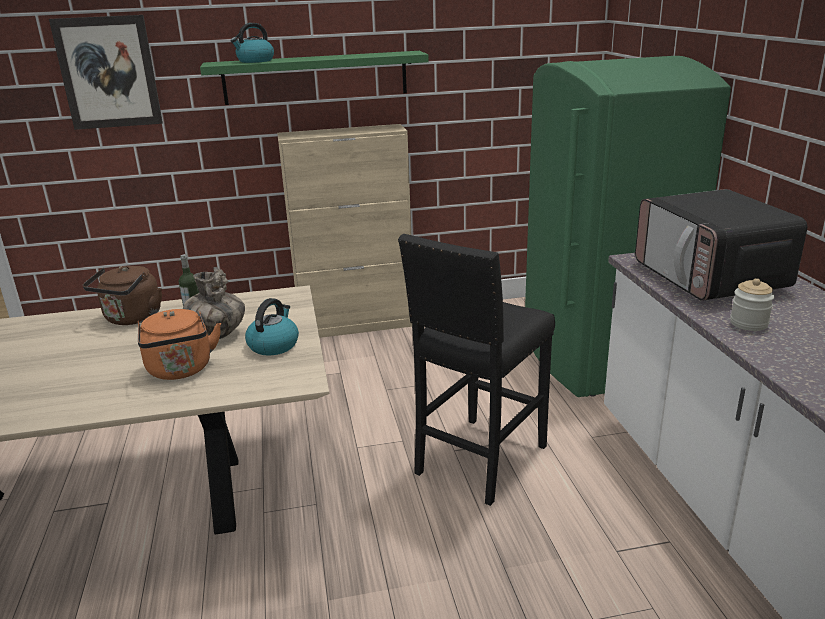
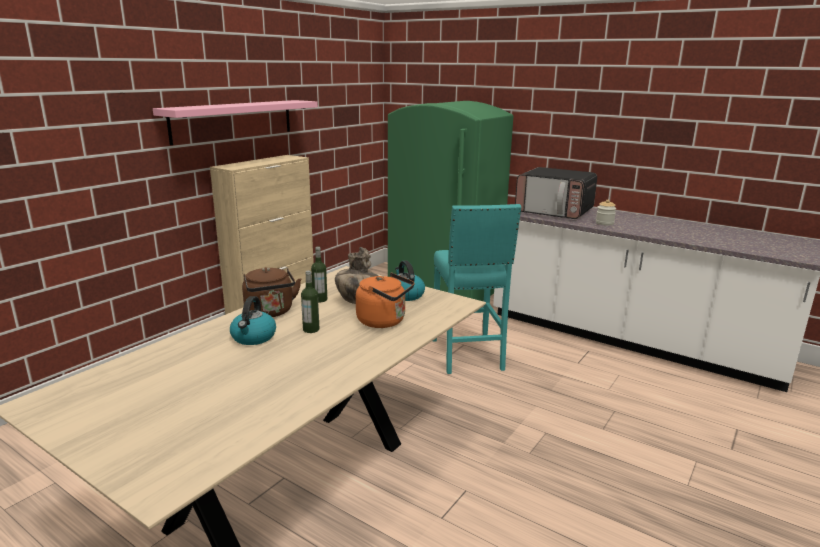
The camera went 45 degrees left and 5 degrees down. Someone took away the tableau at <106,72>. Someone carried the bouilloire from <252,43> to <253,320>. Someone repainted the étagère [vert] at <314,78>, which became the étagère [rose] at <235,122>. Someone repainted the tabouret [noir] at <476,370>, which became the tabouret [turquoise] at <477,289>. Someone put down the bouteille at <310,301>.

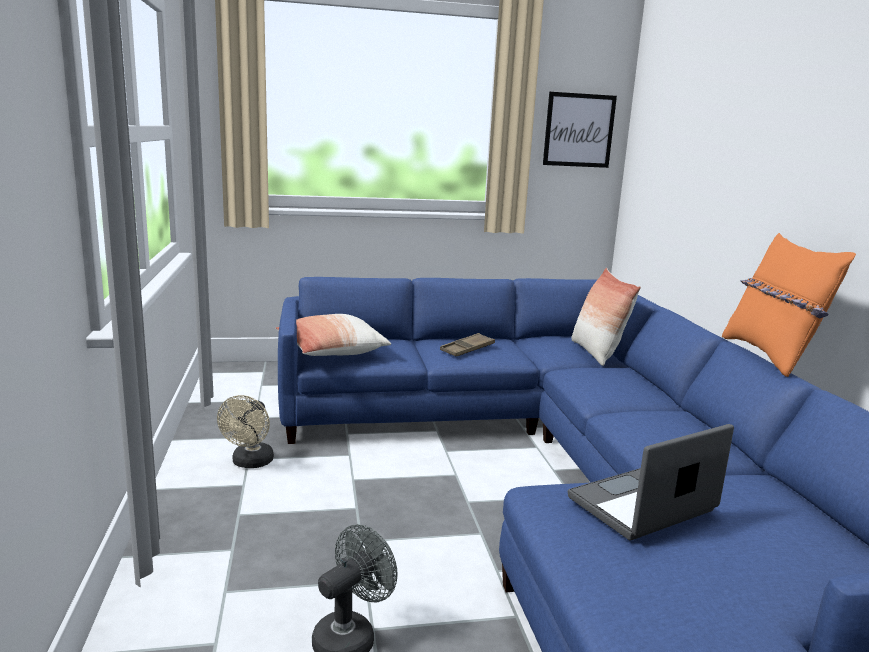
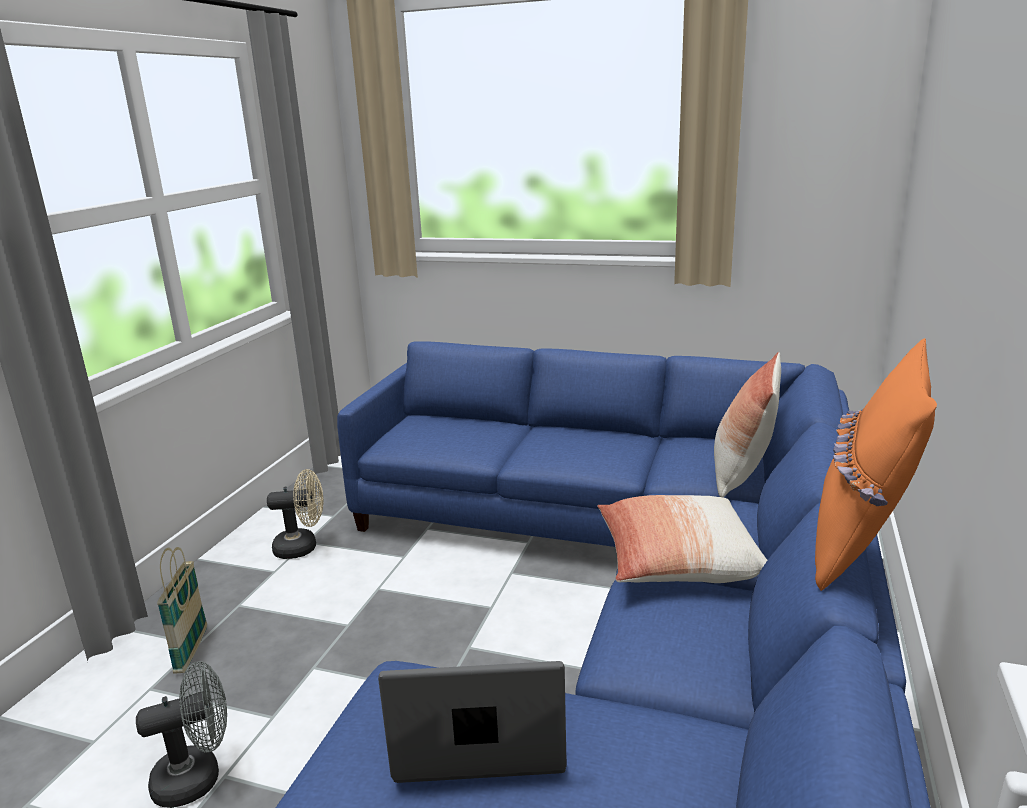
The camera went 30 degrees right and 5 degrees up. Someone took away the tableau at <580,130>. Someone carried the coussin from <333,335> to <682,539>. Someone took away the plateau [marron] at <467,345>. Someone rotated the ventilateur [beige] at <245,431> by 135 degrees counterclockwise. Someone put down the panier at <182,610>.

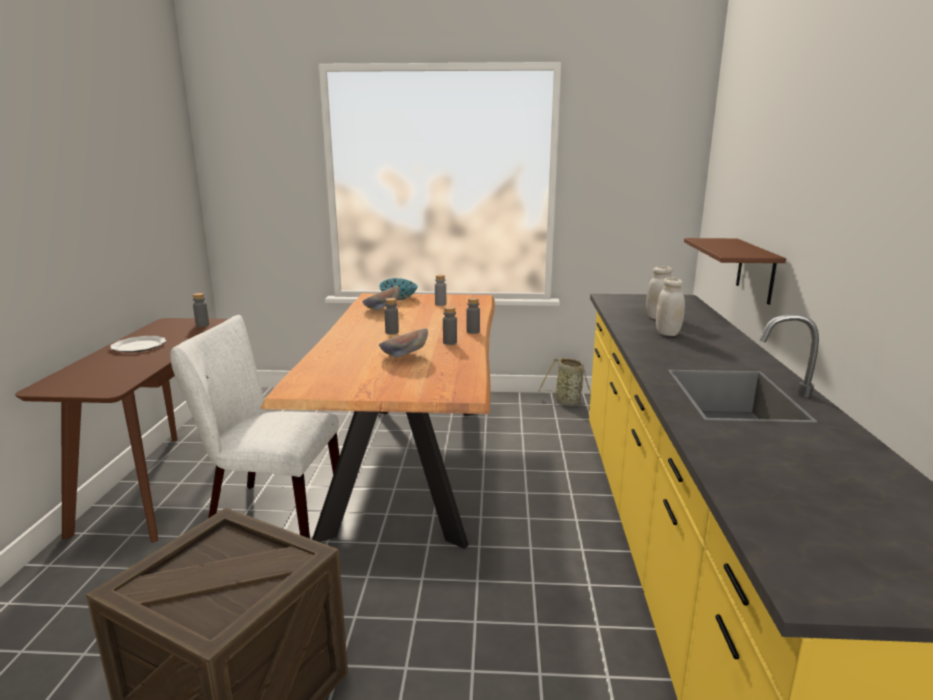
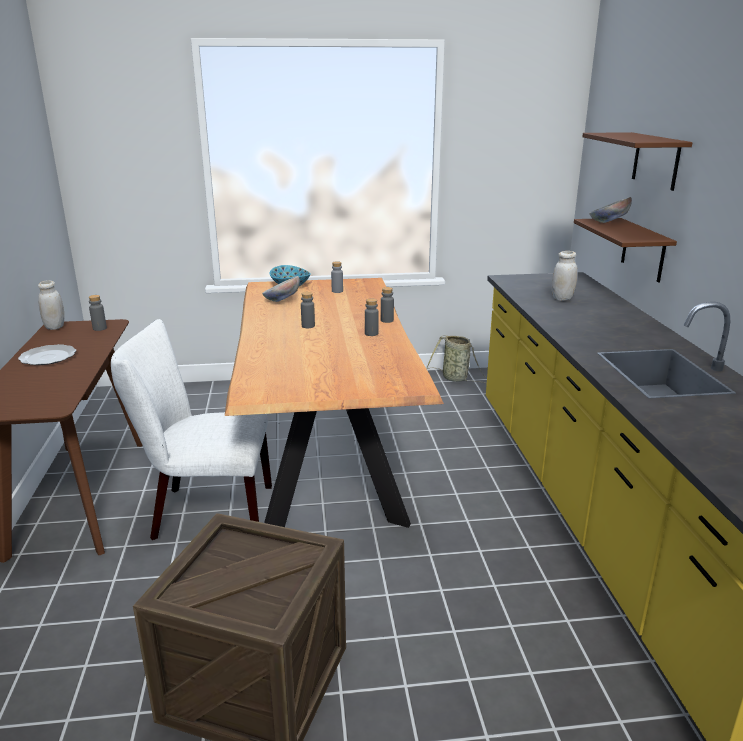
The camera went 10 degrees left and 5 degrees up. Someone carried the bocal [blanc] from <670,306> to <51,305>. Someone carried the bol from <403,342> to <610,210>. Someone put up the étagère [marron] at <637,161>.

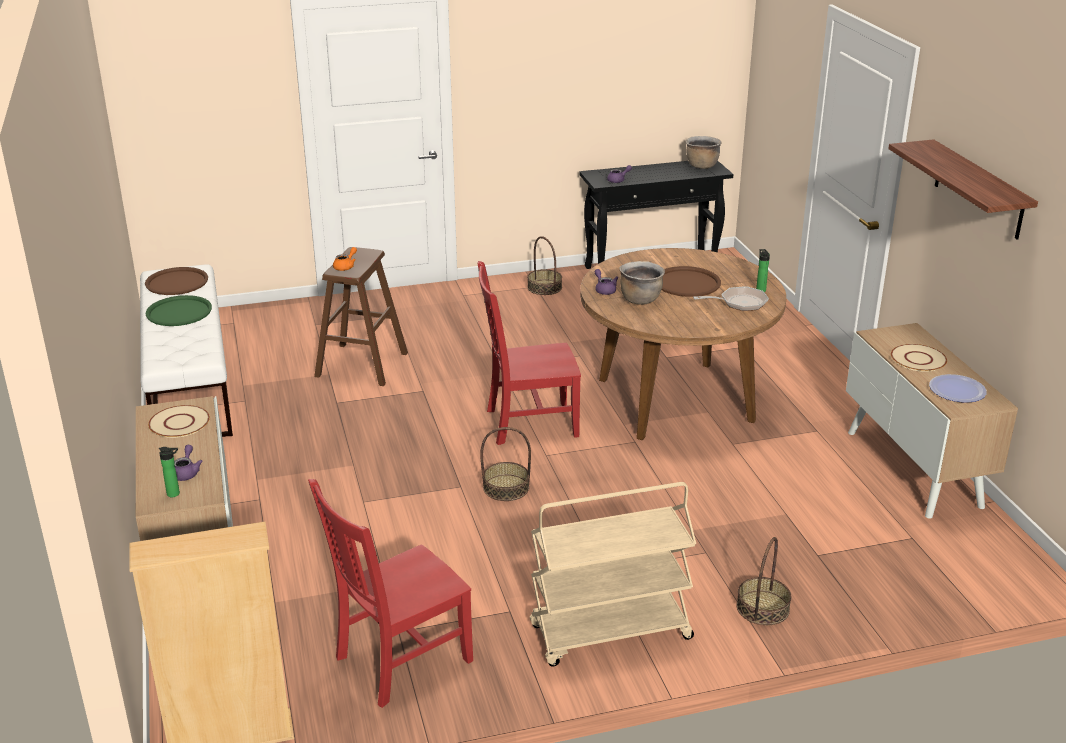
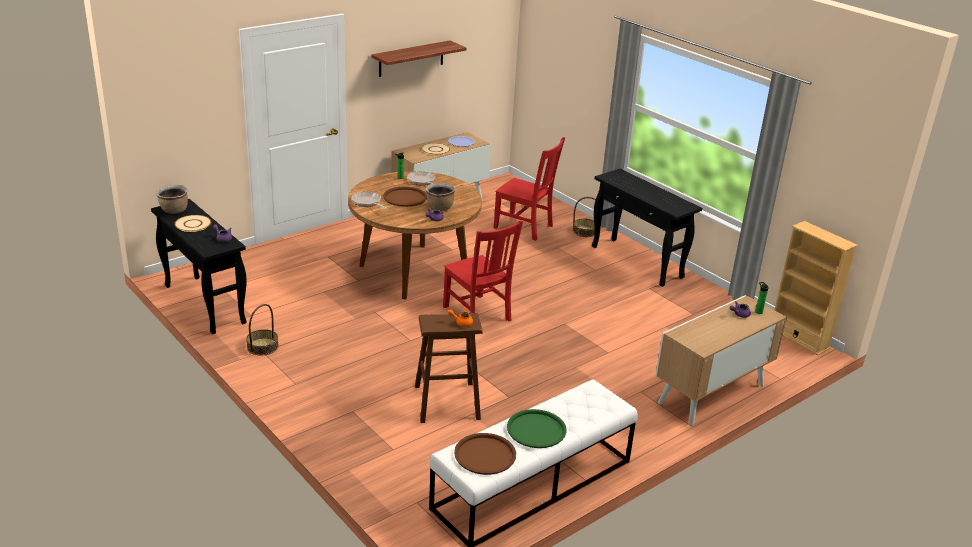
The camera went 115 degrees left and 0 degrees up. Someone carried the assiette [beige] from <179,421> to <192,223>. Someone took away the panier at <505,464>. Someone carried the chaise [rouge] from <390,593> to <529,189>. Someone swapped the chariot [beige] at <613,574> for the table console [noir] at <647,227>. Someone put down the poêle at <369,200>.

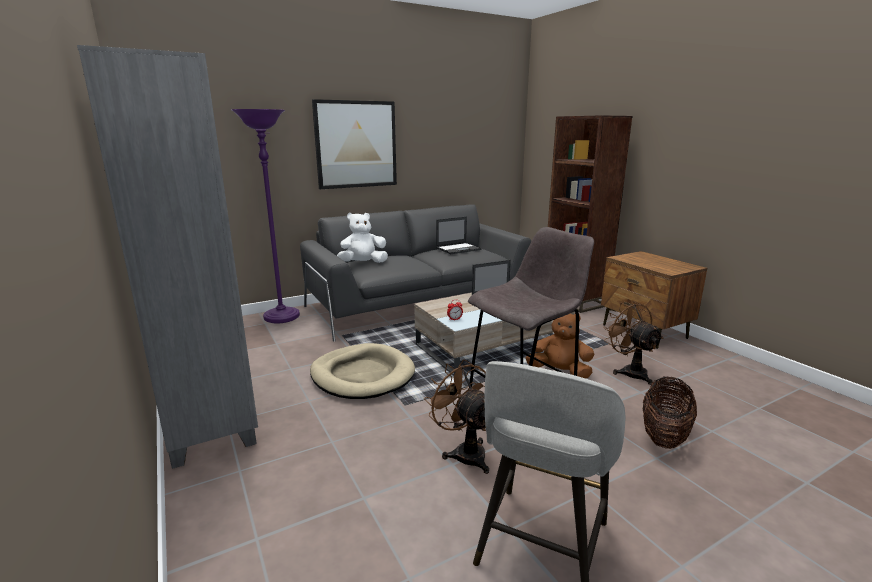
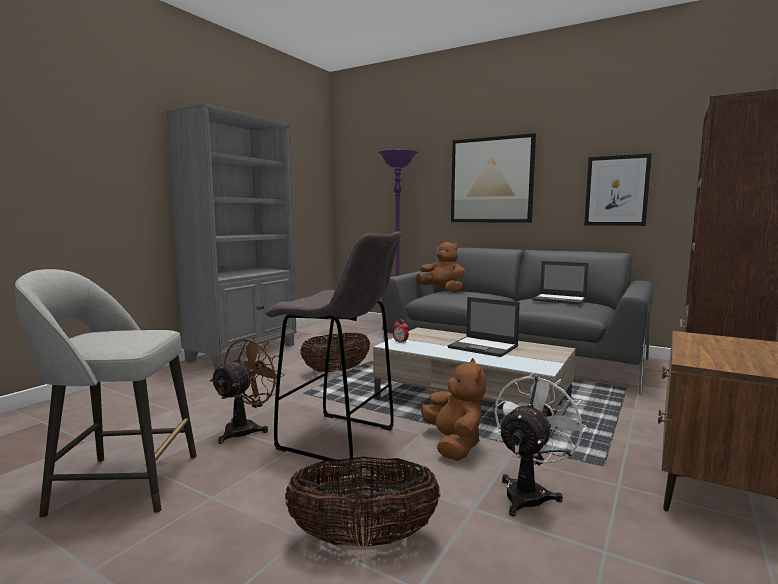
The camera went 60 degrees right and 10 degrees down. Someone repainted the peluche [blanc] at <362,238>, which became the peluche [marron] at <440,267>. Someone repainted the ventilateur [marron] at <633,343>, which became the ventilateur [blanc] at <541,444>. Someone swapped the panier pour chien [beige] at <362,371> for the panier at <335,352>. Someone put up the tableau at <618,190>.

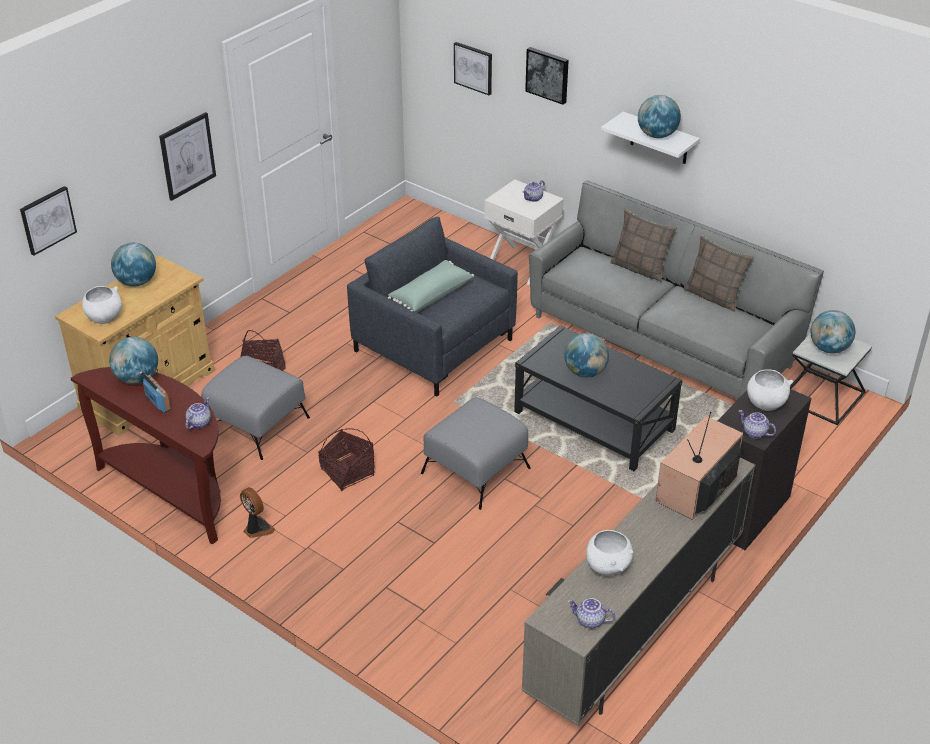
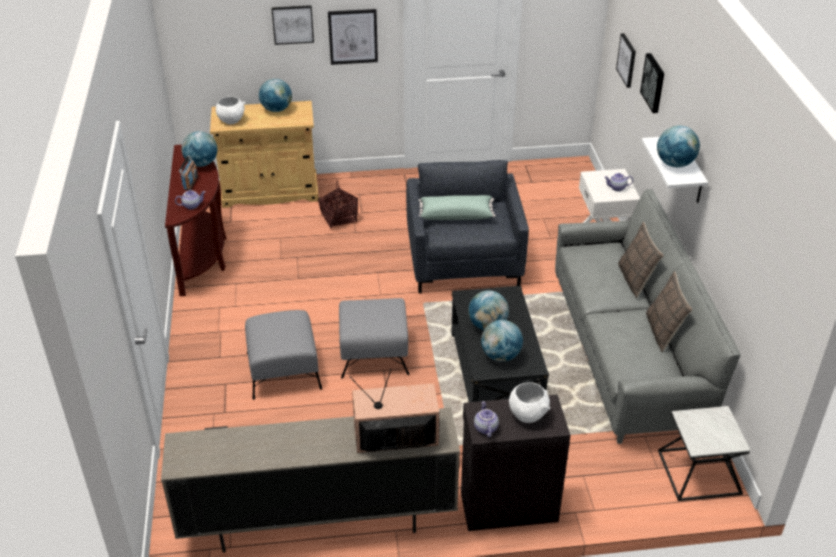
The camera went 45 degrees right and 0 degrees up. Someone carried the tableau from <48,221> to <292,25>. Someone carried the globe from <833,331> to <502,341>. Someone carried the pouf [gris] from <255,408> to <283,355>. Someone took away the panier at <346,459>. Someone took away the ventilateur at <257,512>. Someone took away the bol [blanc] at <609,553>. Someone took away the théière at <591,613>.

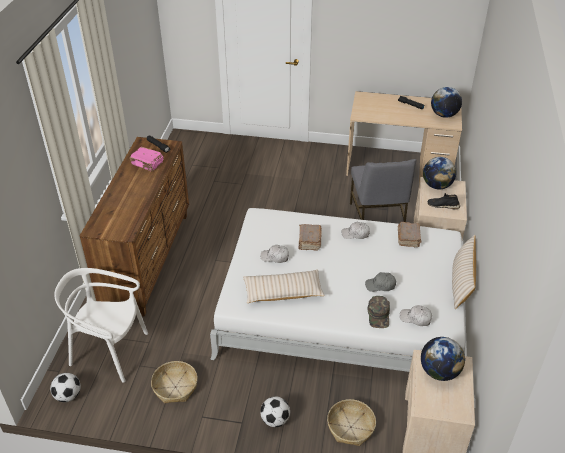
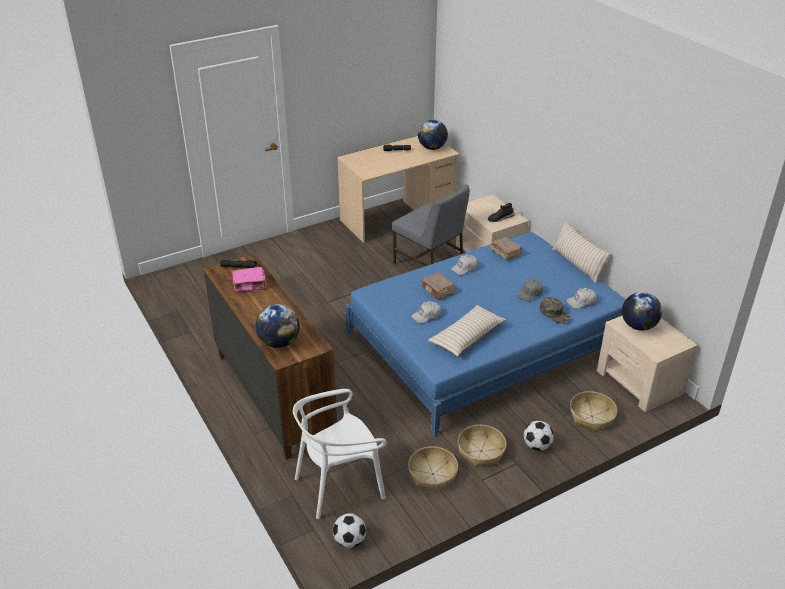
The camera went 40 degrees left and 5 degrees down. Someone carried the globe from <439,173> to <277,326>. Someone repainted the lit [blanc] at <337,290>, which became the lit [bleu] at <484,334>. Someone put down the panier at <482,446>.

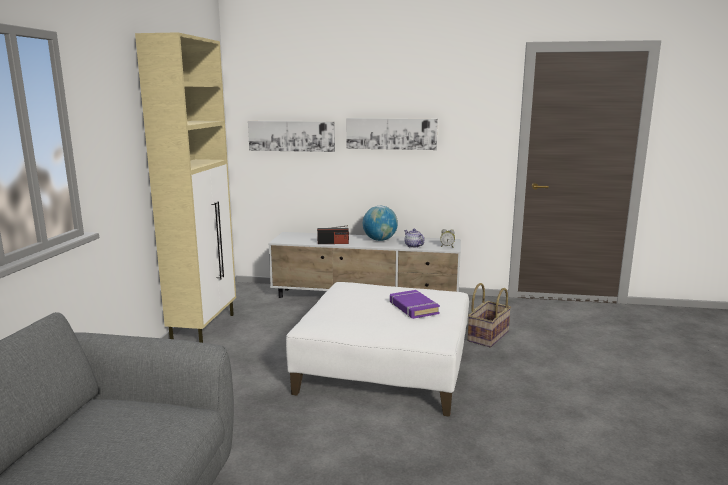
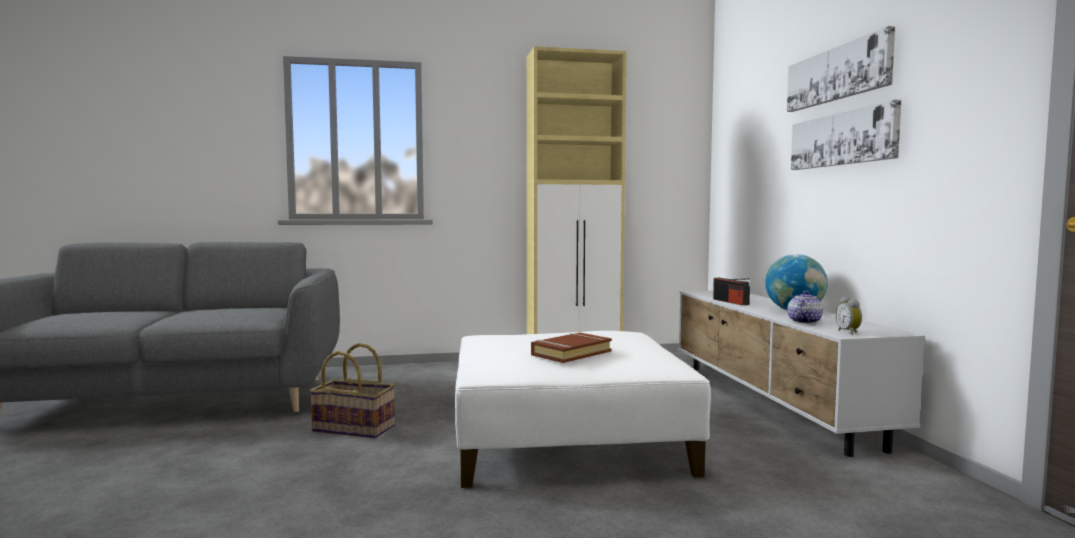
The camera went 70 degrees right and 10 degrees down. Someone carried the tableau from <291,136> to <841,69>. Someone carried the panier from <489,315> to <352,390>. Someone repainted the livre [violet] at <415,304>, which became the livre [marron] at <571,348>.

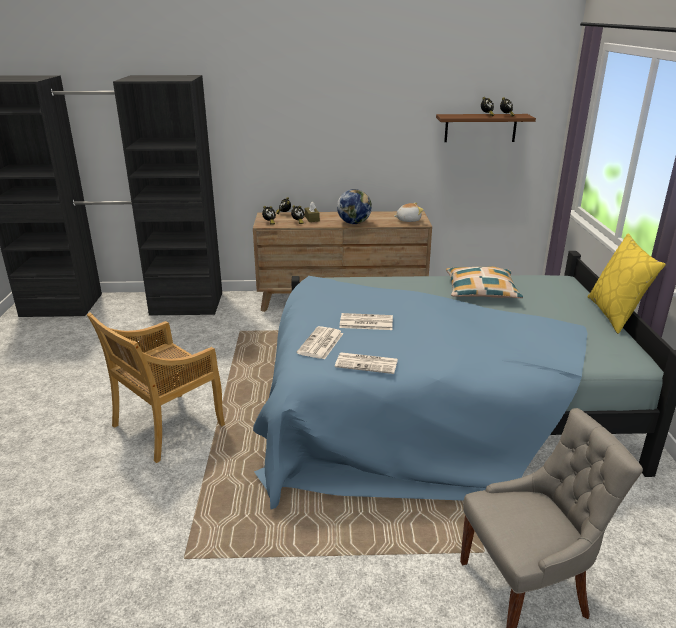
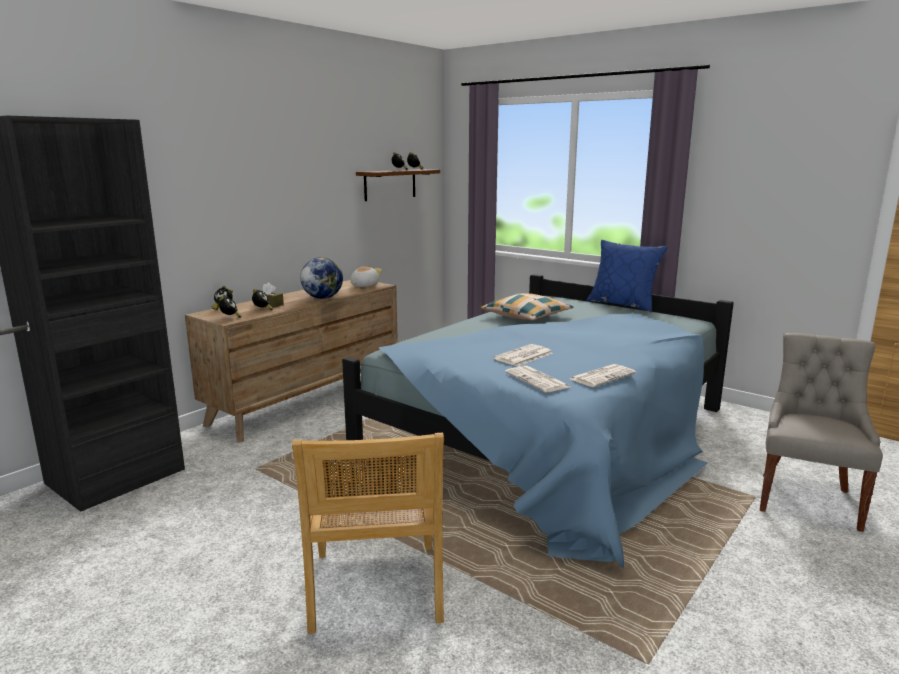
The camera went 50 degrees left and 10 degrees down. Someone repainted the coussin [jaune] at <627,284>, which became the coussin [bleu] at <627,276>.

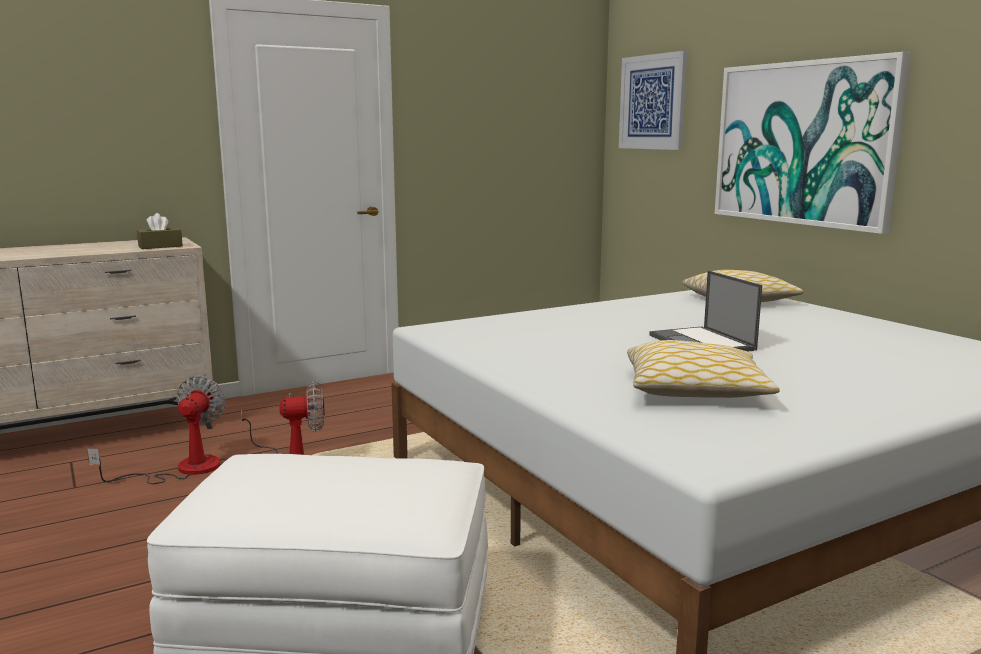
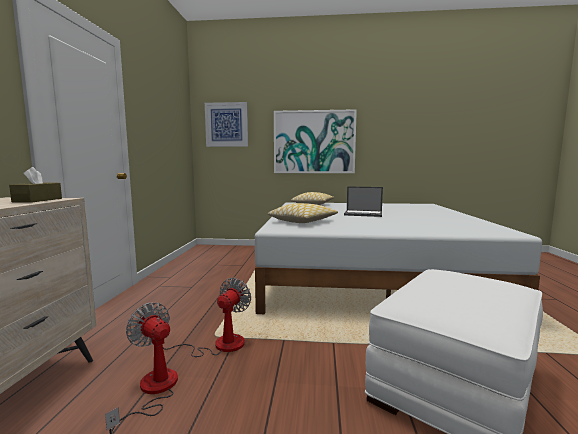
The camera went 55 degrees left and 5 degrees down. Someone carried the coussin from <703,369> to <303,213>.

